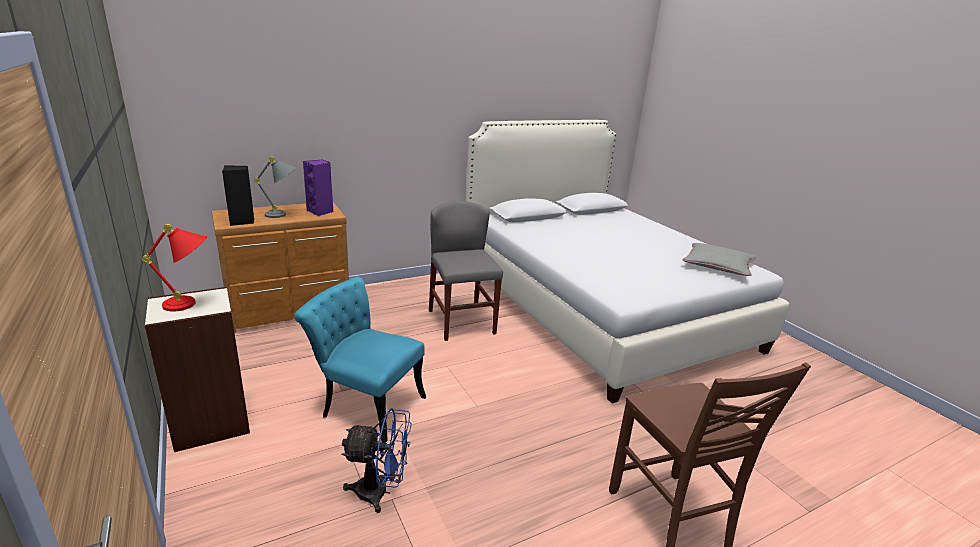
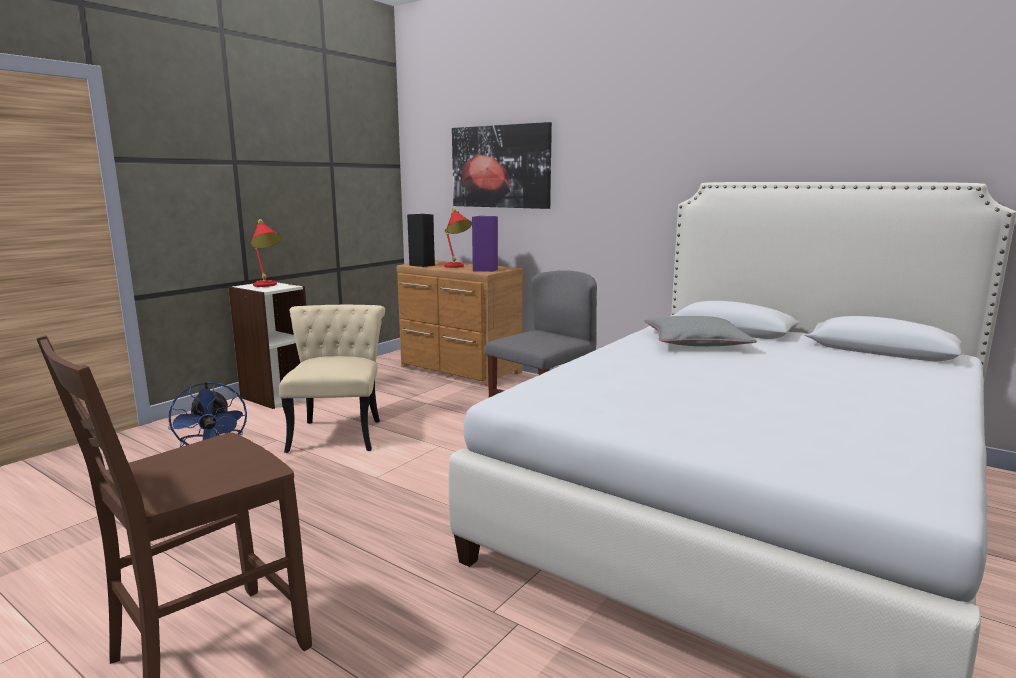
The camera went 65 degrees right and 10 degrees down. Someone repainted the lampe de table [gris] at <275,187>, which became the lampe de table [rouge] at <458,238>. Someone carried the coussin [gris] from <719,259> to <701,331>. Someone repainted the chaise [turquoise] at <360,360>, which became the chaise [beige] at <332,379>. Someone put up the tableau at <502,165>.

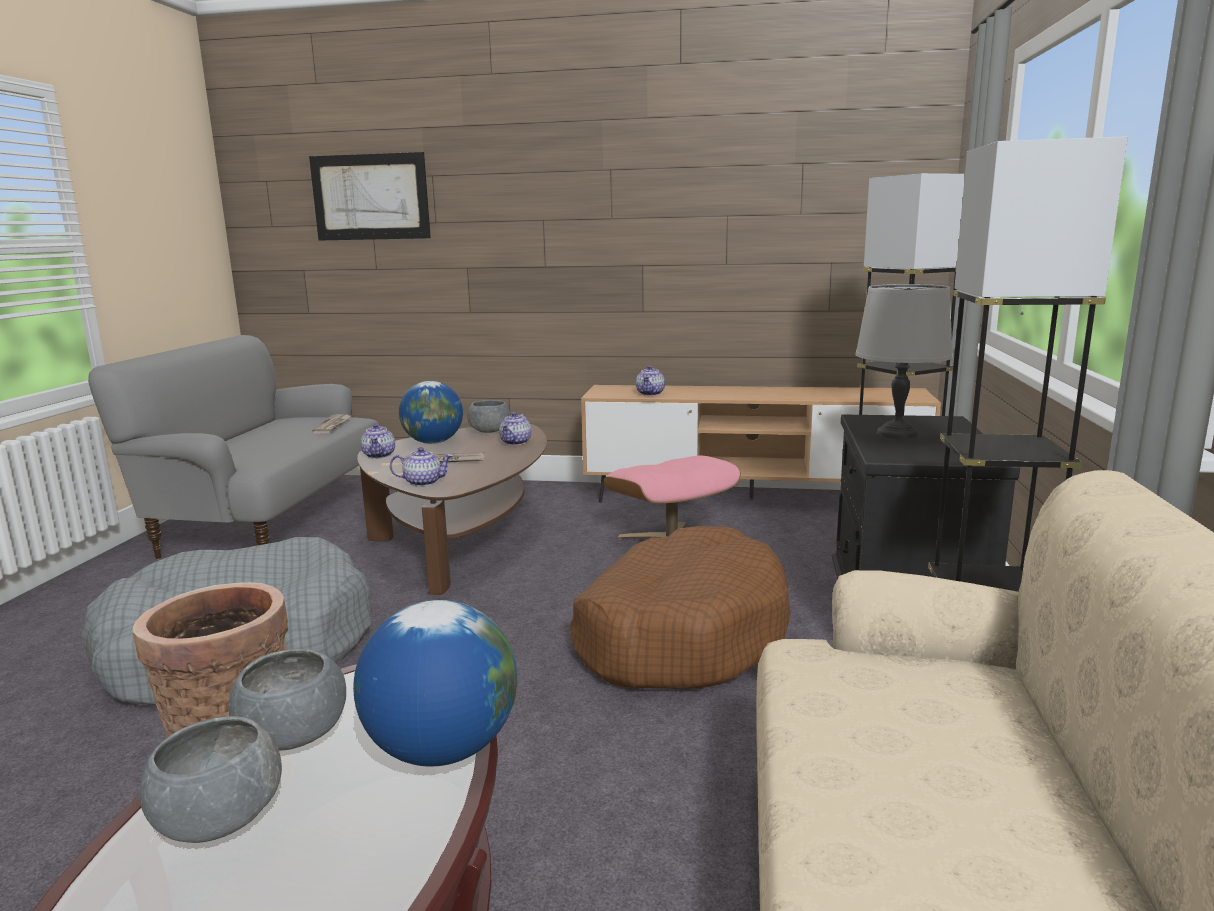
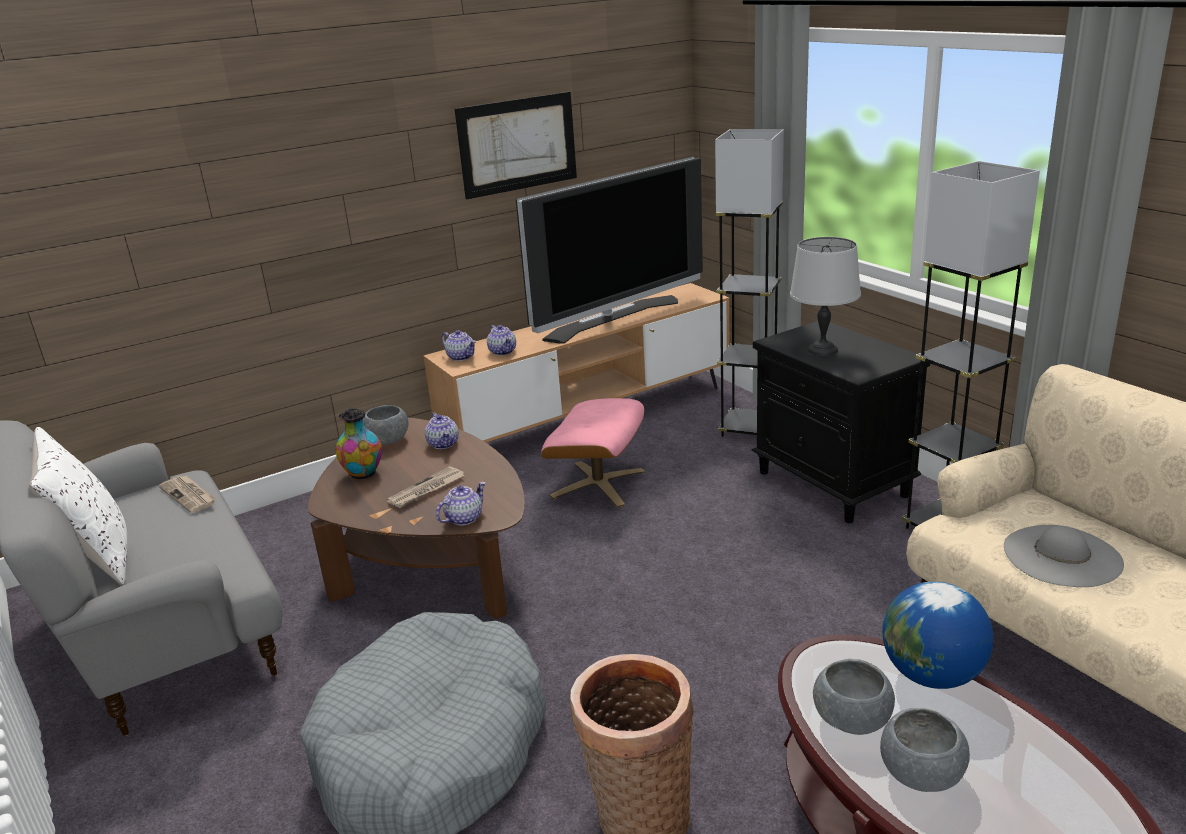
The camera went 40 degrees left and 10 degrees up. Someone carried the tableau from <370,196> to <516,146>. Someone swapped the globe at <431,412> for the vase at <359,443>. Someone carried the théière from <377,441> to <459,345>. Someone took away the panier pour chien [marron] at <680,607>. Someone put down the téléviseur at <609,250>. Someone put down the coussin [blanc] at <78,506>. Someone put down the chapeau [gris] at <1064,556>.

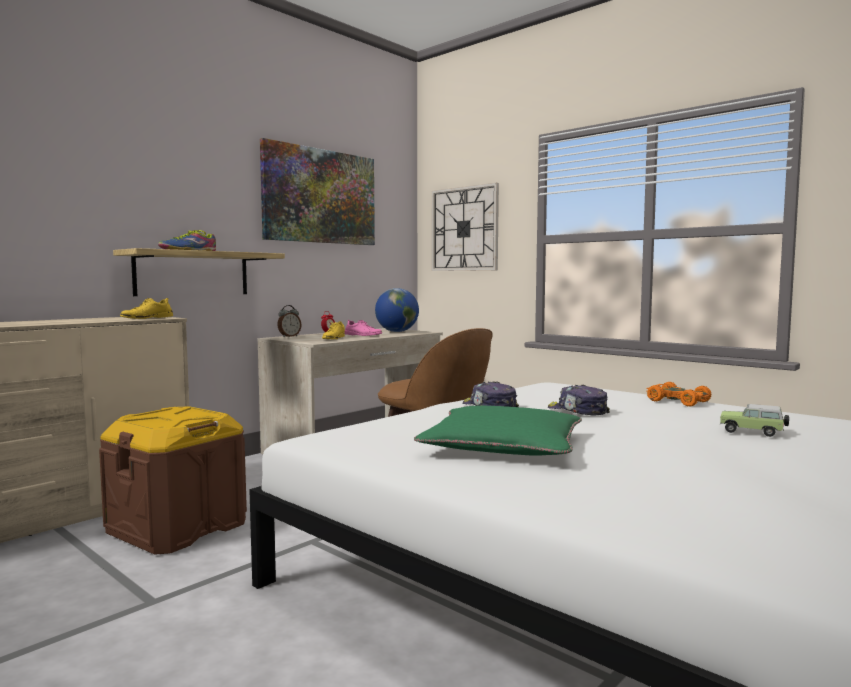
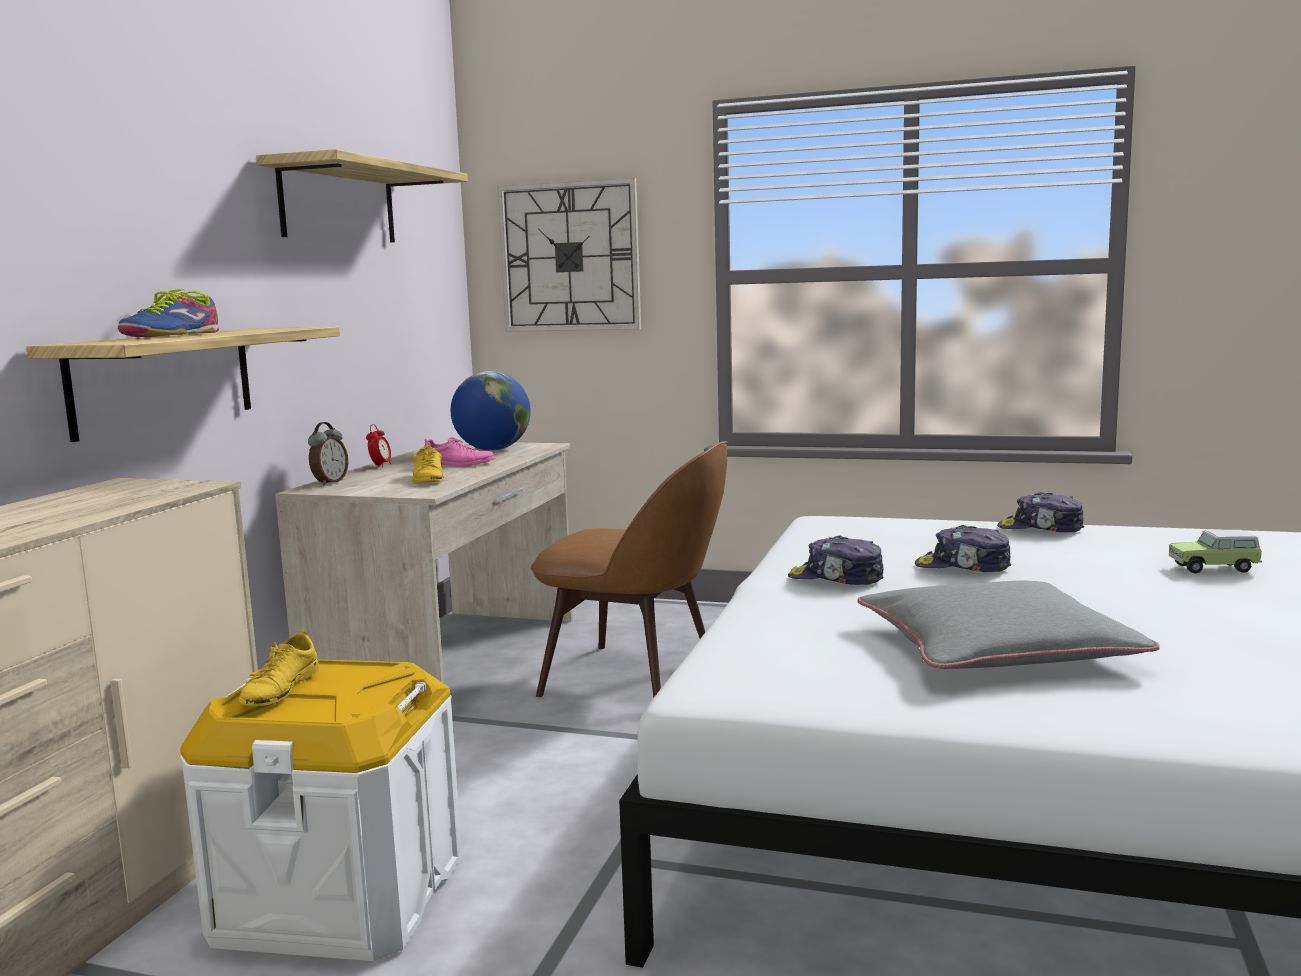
The camera went 25 degrees left and 5 degrees up. Someone swapped the tableau at <317,191> for the étagère at <362,195>. Someone carried the chaussure [jaune] from <146,308> to <279,668>. Someone swapped the petite voiture [orange] at <678,394> for the casquette at <1040,512>. Someone repainted the boîte de rangement [marron] at <173,480>, which became the boîte de rangement [blanc] at <321,810>. Someone repainted the coussin [vert] at <498,431>, which became the coussin [gris] at <1008,625>.

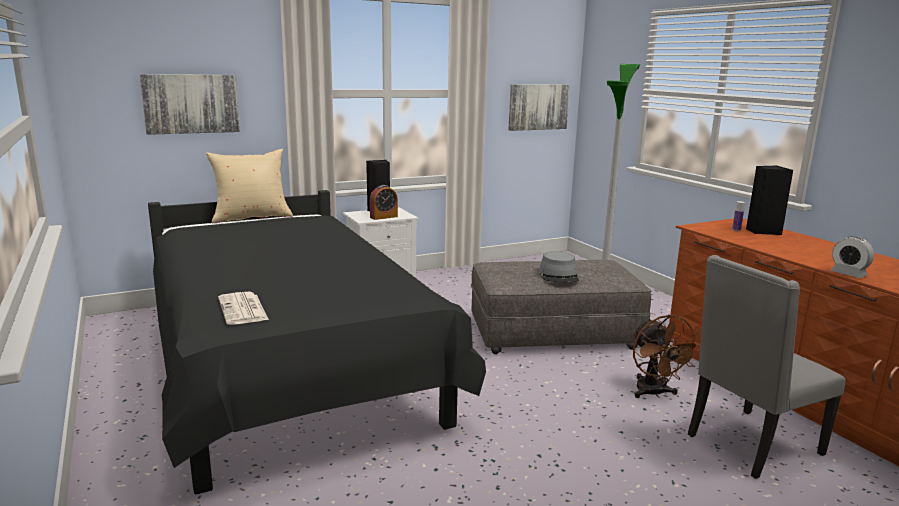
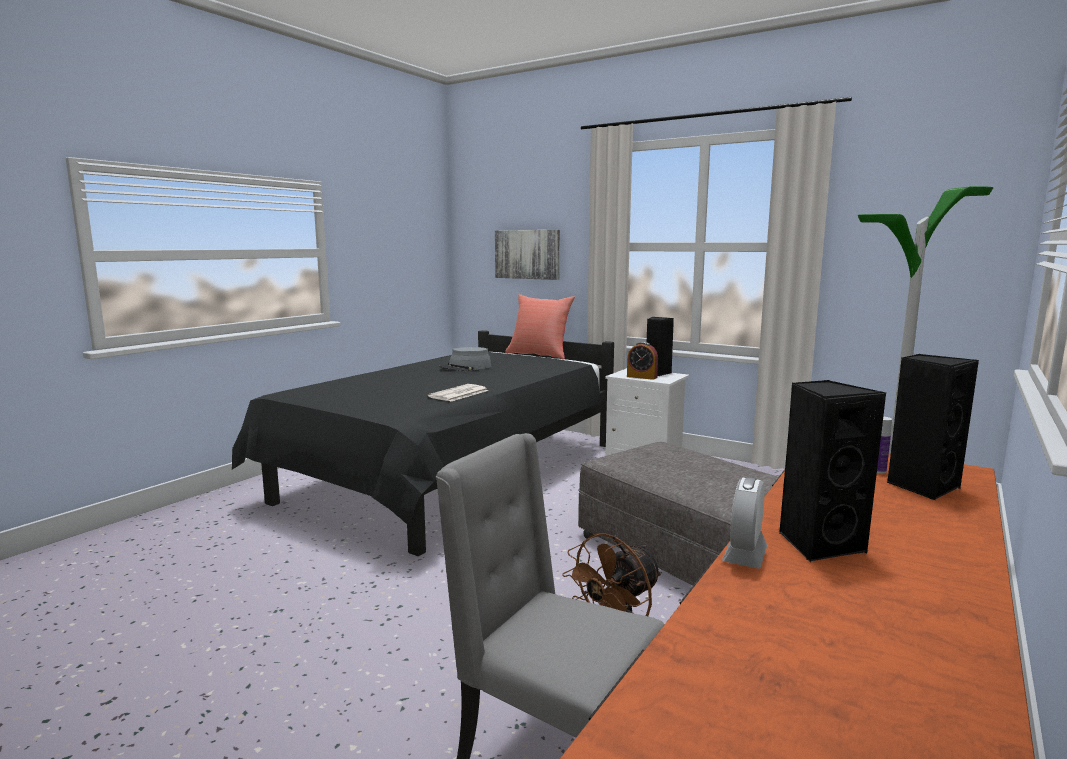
The camera went 60 degrees right and 5 degrees down. Someone took away the tableau at <539,107>. Someone repainted the coussin [beige] at <249,186>, which became the coussin [rouge] at <540,327>. Someone carried the chapeau [gris] from <559,266> to <465,359>. Someone carried the journal from <243,308> to <458,393>. Someone put down the enceinte [noir] at <833,471>.

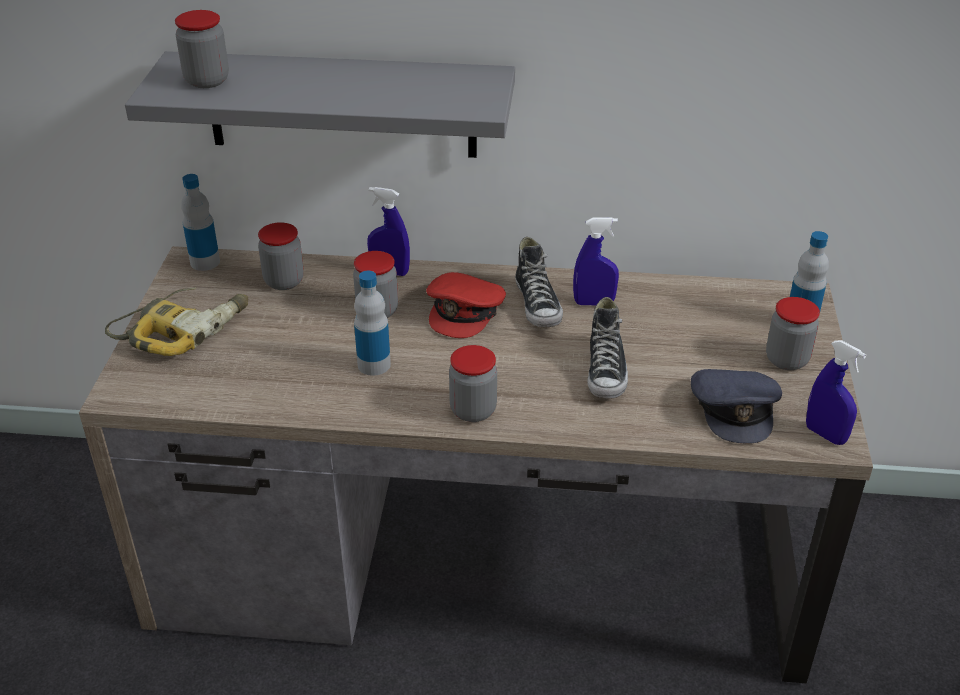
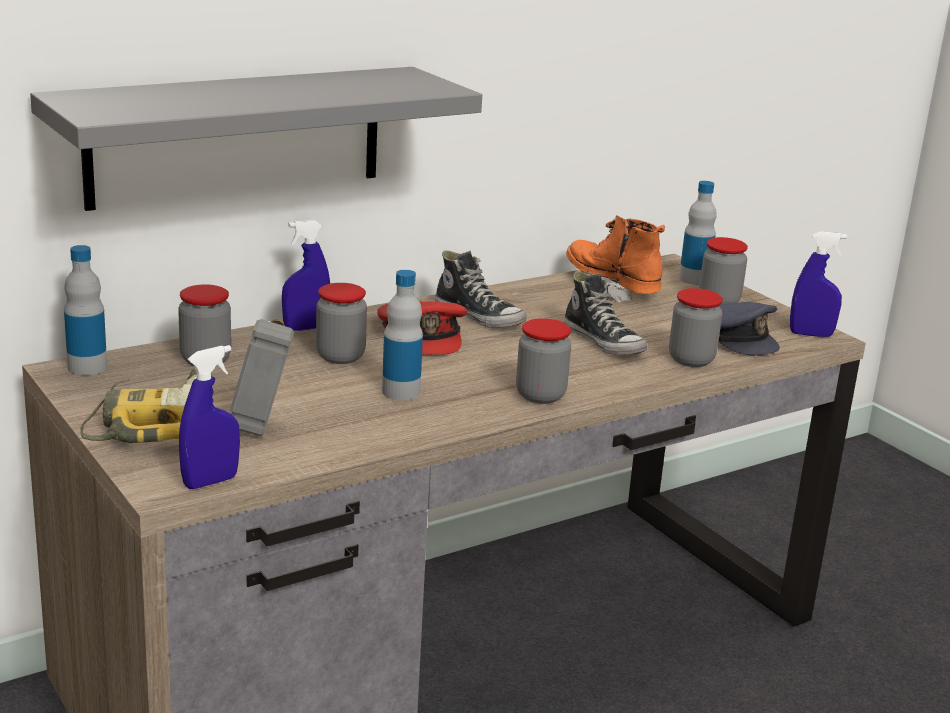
The camera went 40 degrees left and 15 degrees down. Someone carried the bocal from <202,49> to <696,327>. Someone carried the vaporisateur [bleu] from <596,261> to <209,417>. Someone put down the botte [orange] at <615,259>. Someone put down the marteau at <262,377>.

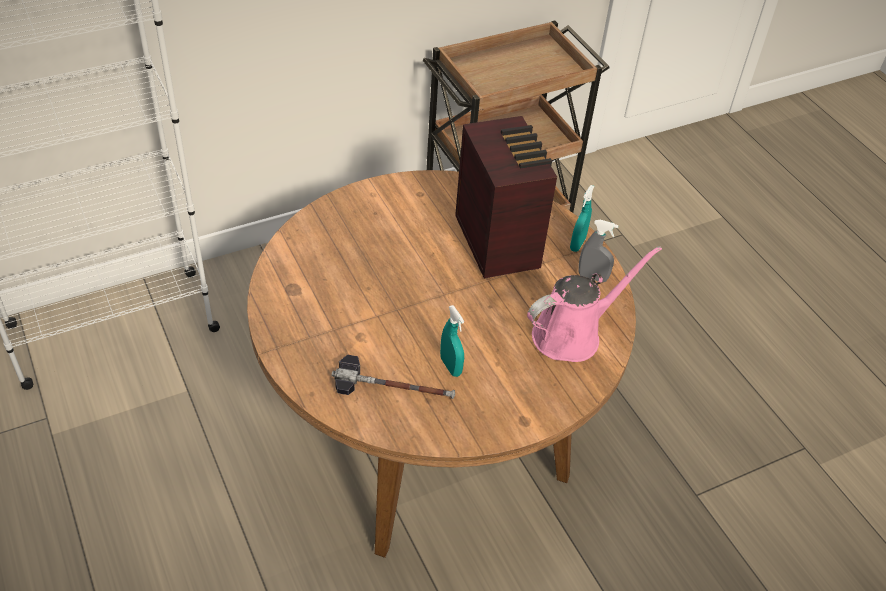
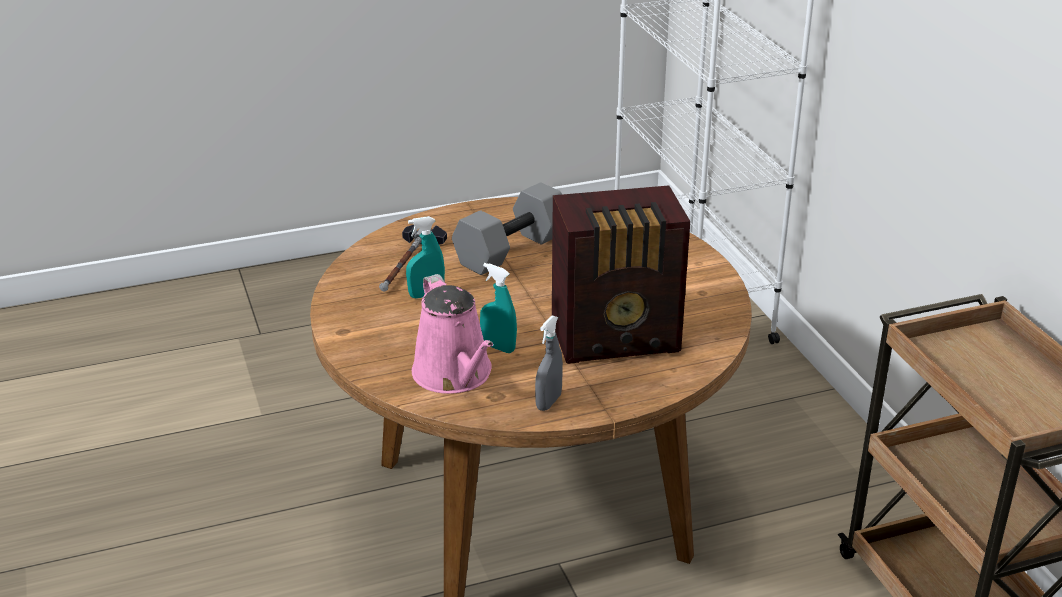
The camera went 100 degrees right and 15 degrees down. Someone carried the vaporisateur [turquoise] from <582,218> to <498,308>. Someone put down the haltère [gris] at <507,228>.

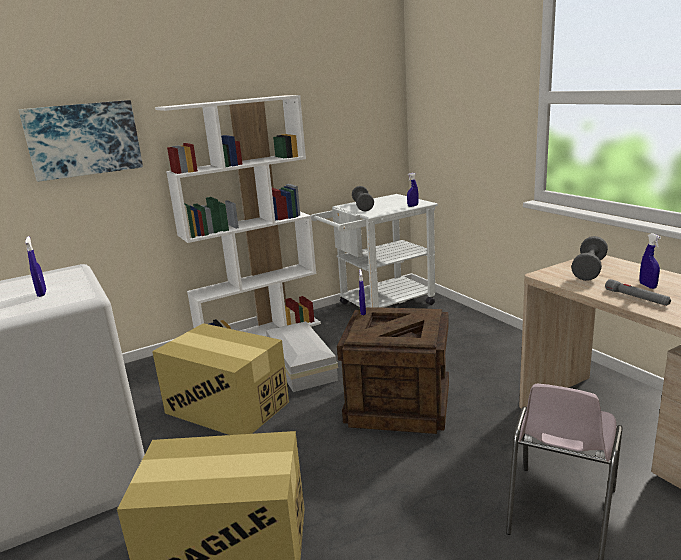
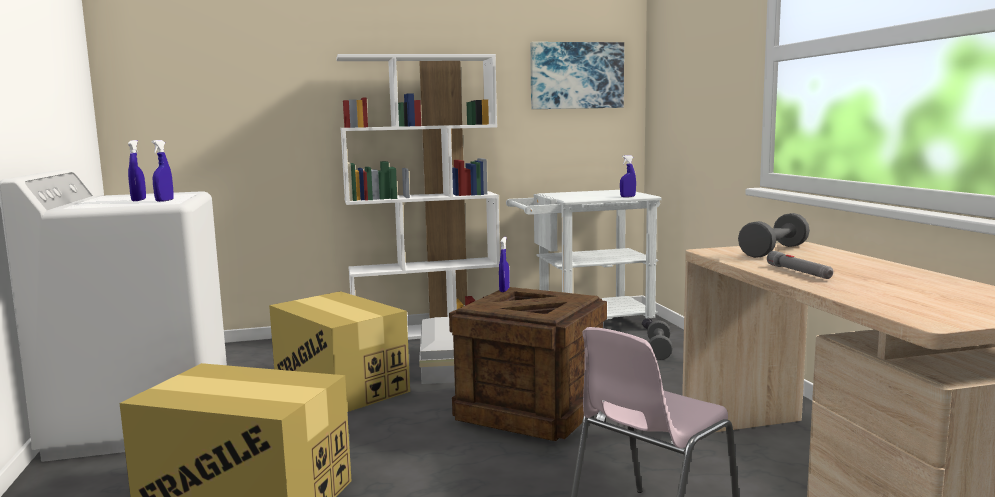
The camera went 15 degrees right and 10 degrees down. Someone carried the tableau from <81,141> to <577,75>. Someone carried the haltère [gris] from <363,198> to <660,340>. Someone carried the vaporisateur [bleu] from <650,261> to <163,171>.

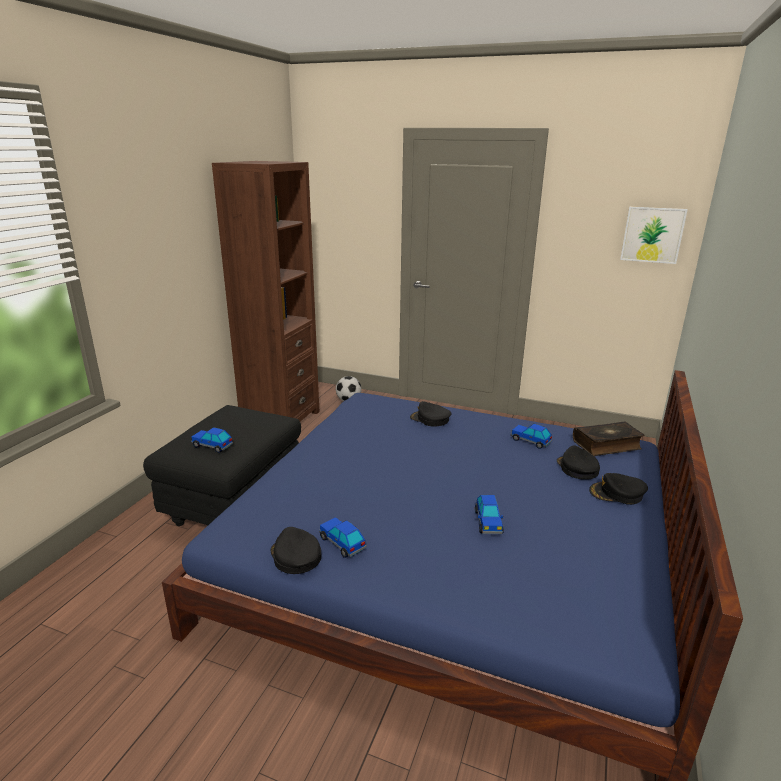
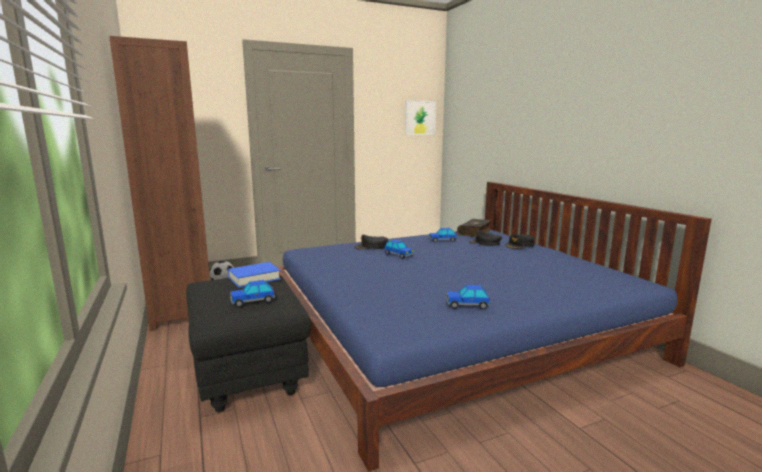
The camera went 45 degrees left and 10 degrees down. Someone carried the petite voiture from <489,514> to <399,249>. Someone took away the casquette [noir] at <296,550>. Someone put down the livre [bleu] at <254,275>.

